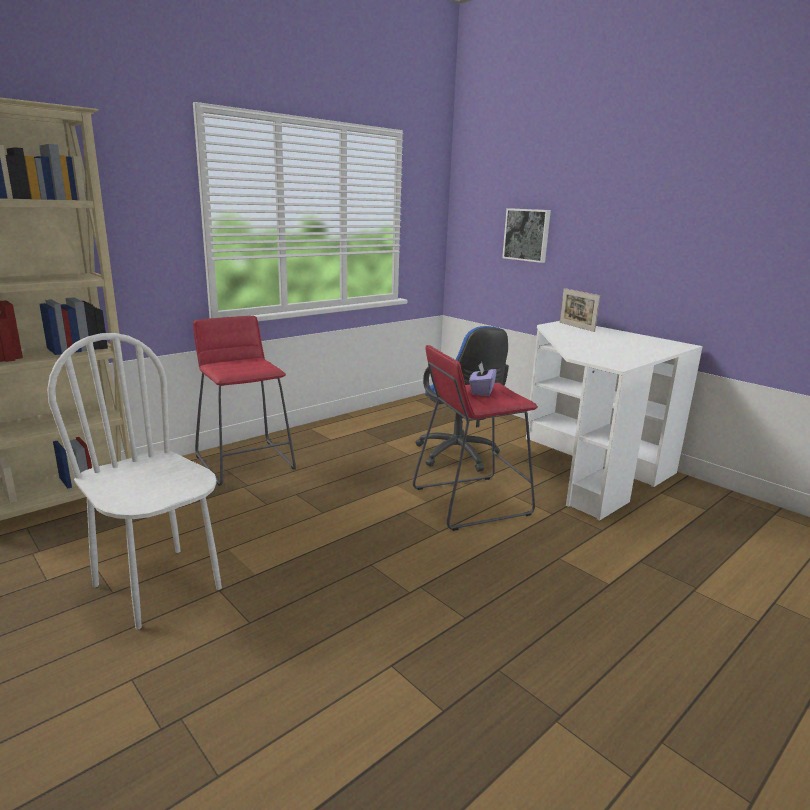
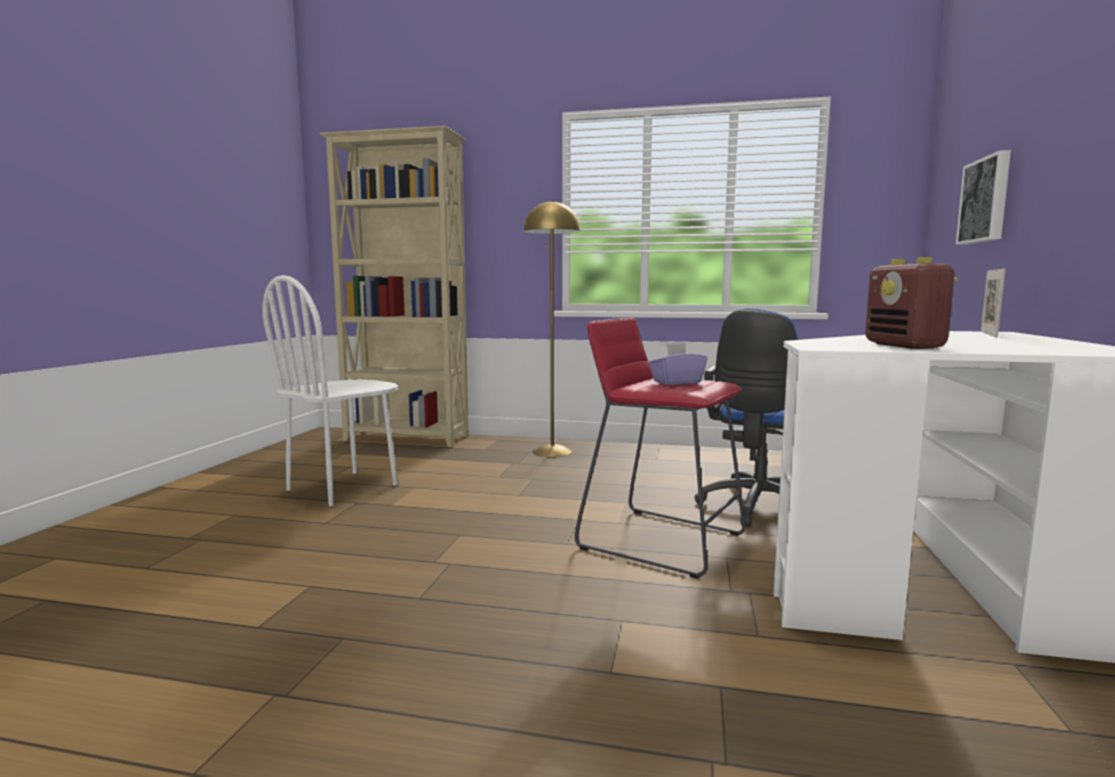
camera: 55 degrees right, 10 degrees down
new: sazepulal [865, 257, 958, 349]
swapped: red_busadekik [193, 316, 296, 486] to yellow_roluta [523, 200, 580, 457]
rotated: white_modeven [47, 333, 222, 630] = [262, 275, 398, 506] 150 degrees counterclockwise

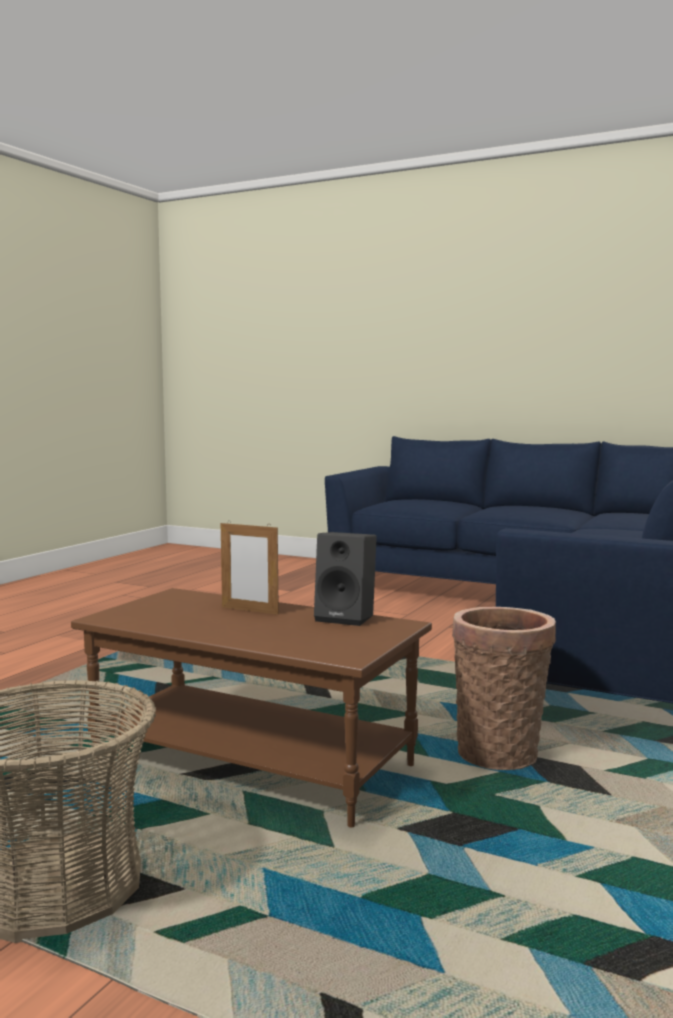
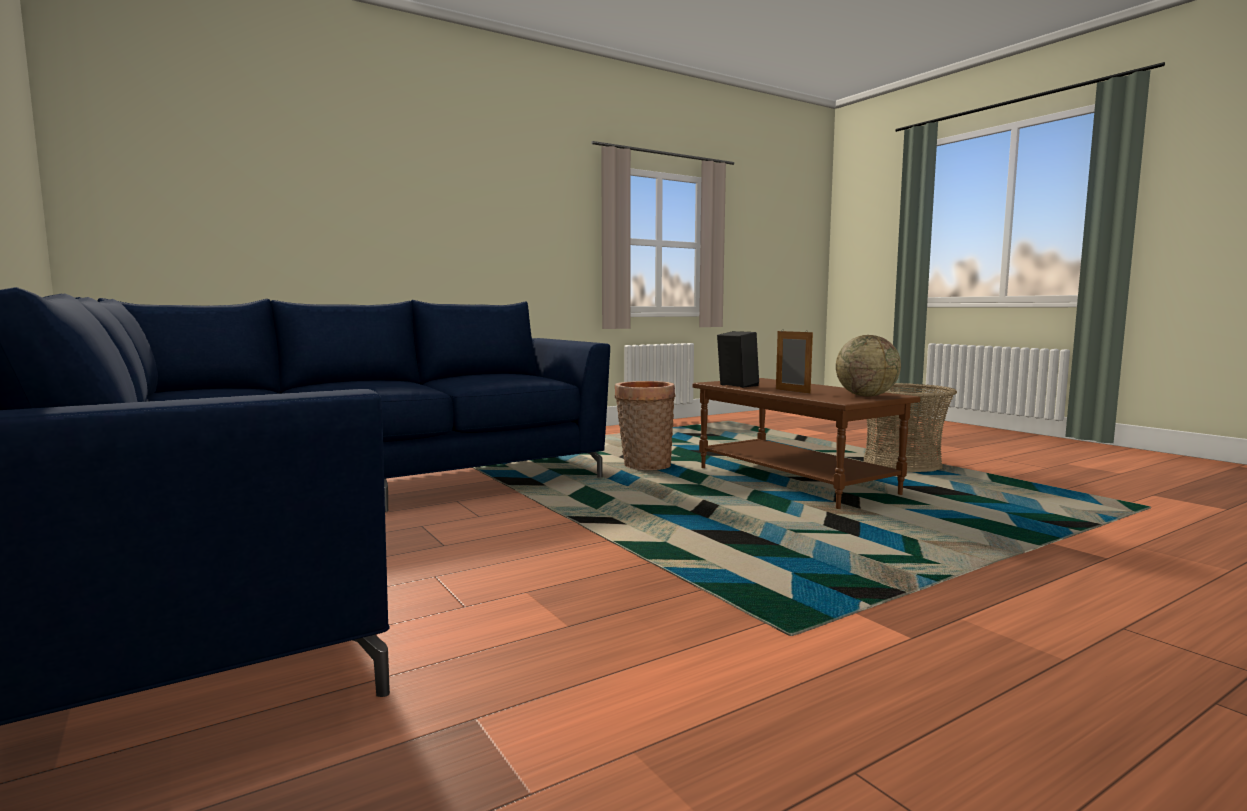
camera: 150 degrees left, 0 degrees up
new: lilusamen [836, 335, 901, 397]

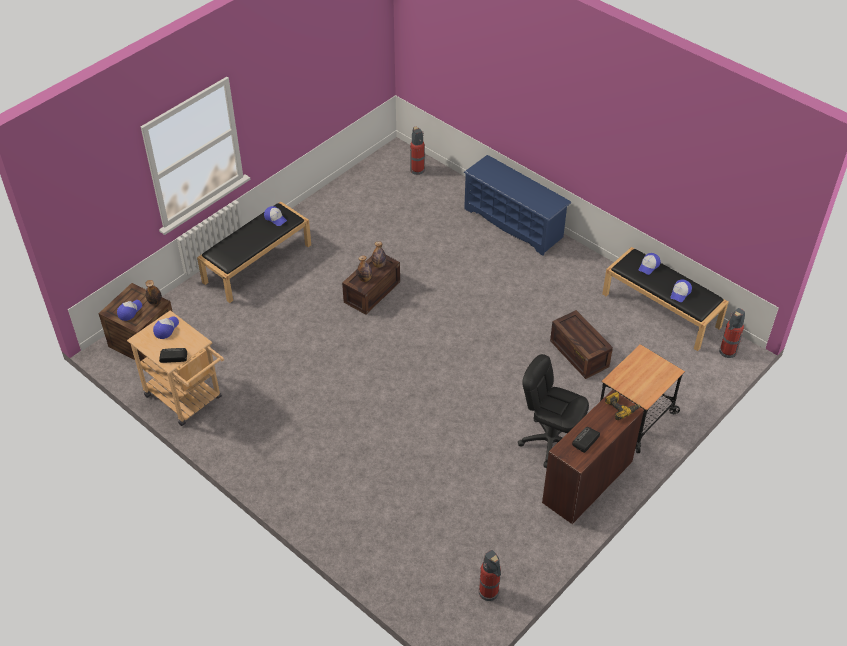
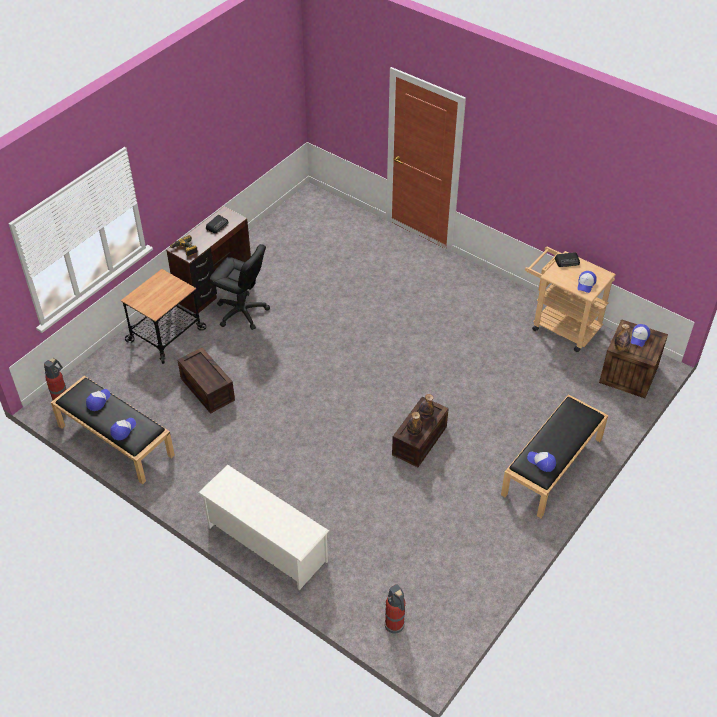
camera: 175 degrees right, 0 degrees up
gone: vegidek [479, 550, 501, 601]
repainted: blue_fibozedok [464, 155, 572, 256] to white_fibozedok [198, 465, 329, 590]

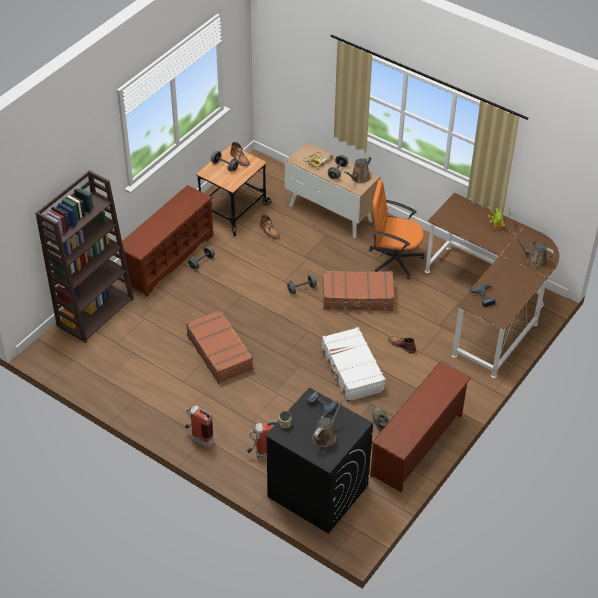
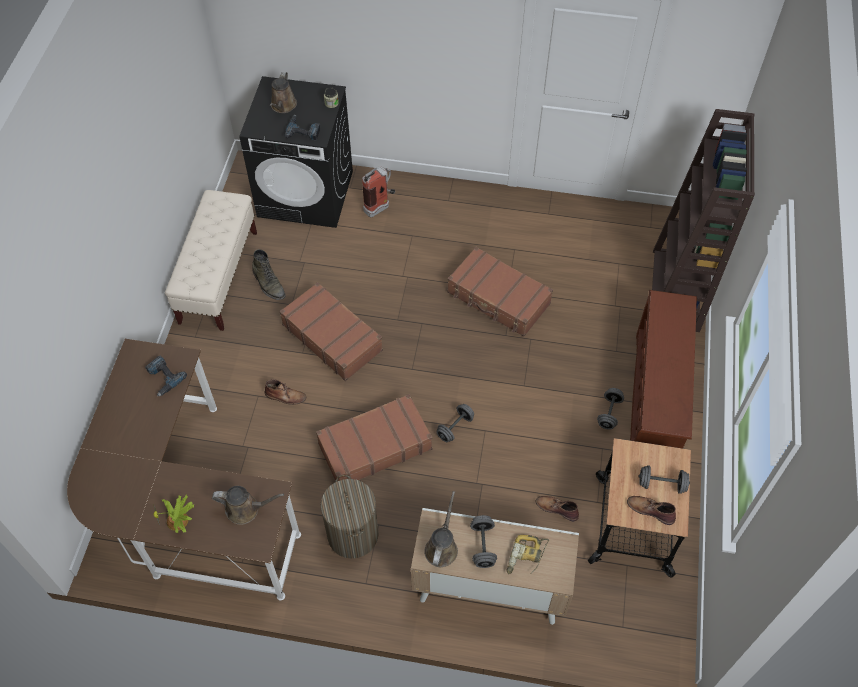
camera: 155 degrees right, 10 degrees up
gone: vegidek [185, 405, 215, 448]
shifted: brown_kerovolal [513, 233, 555, 269] to [212, 486, 284, 525]
swapped: brown_fibozedok [370, 362, 471, 492] to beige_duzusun [165, 190, 257, 331]; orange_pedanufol [369, 180, 425, 279] to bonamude [320, 475, 379, 559]
repainted: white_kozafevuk [322, 327, 386, 402] to brown_kozafevuk [279, 282, 383, 381]

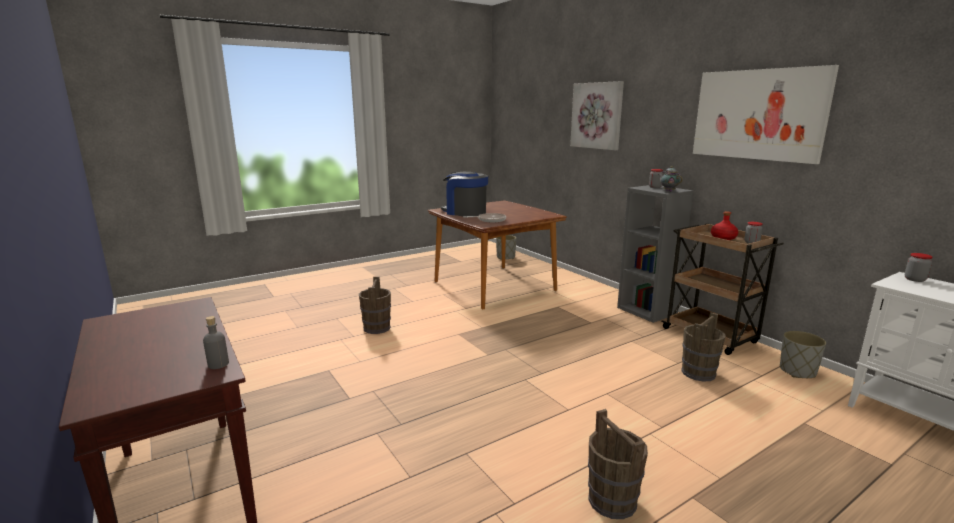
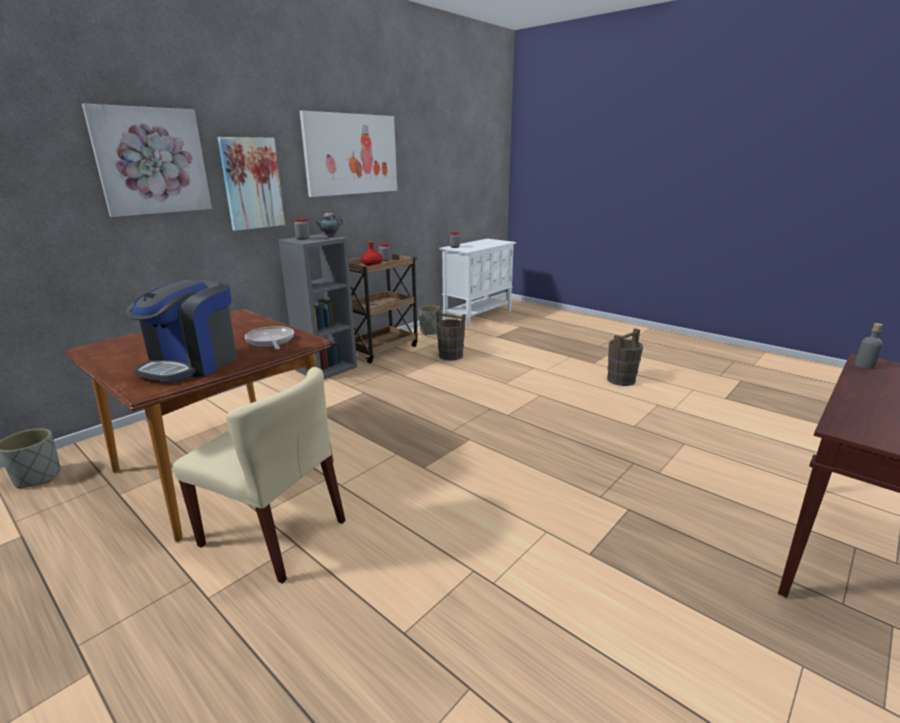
camera: 105 degrees left, 5 degrees up
gone: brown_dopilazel [359, 277, 391, 334]
new: beige_modeven [173, 367, 346, 584]; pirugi [218, 137, 285, 231]

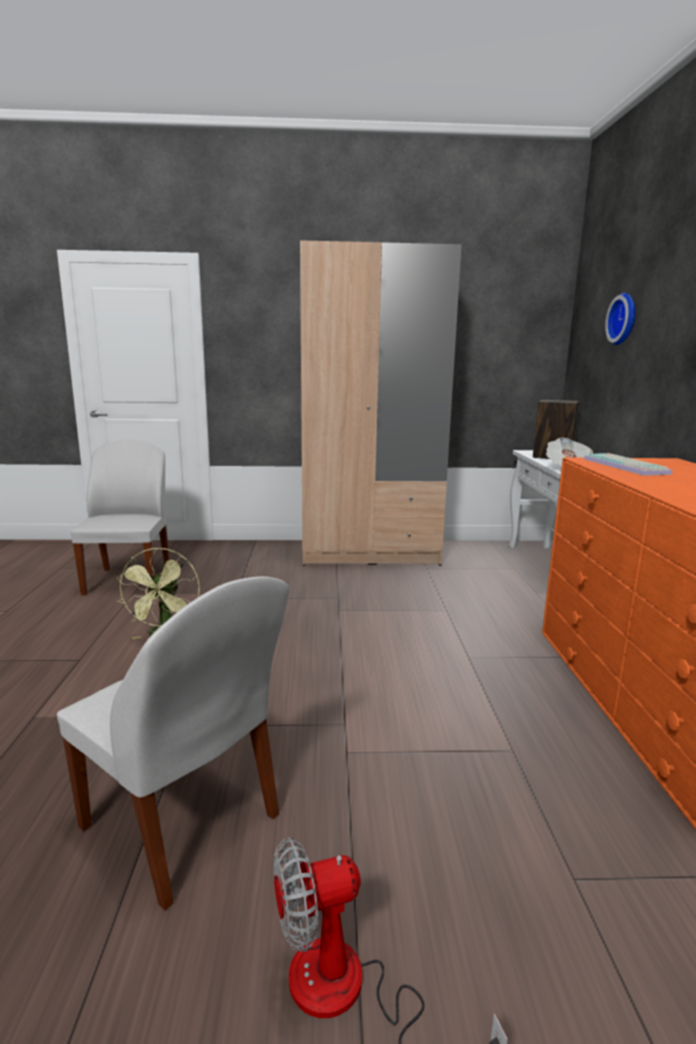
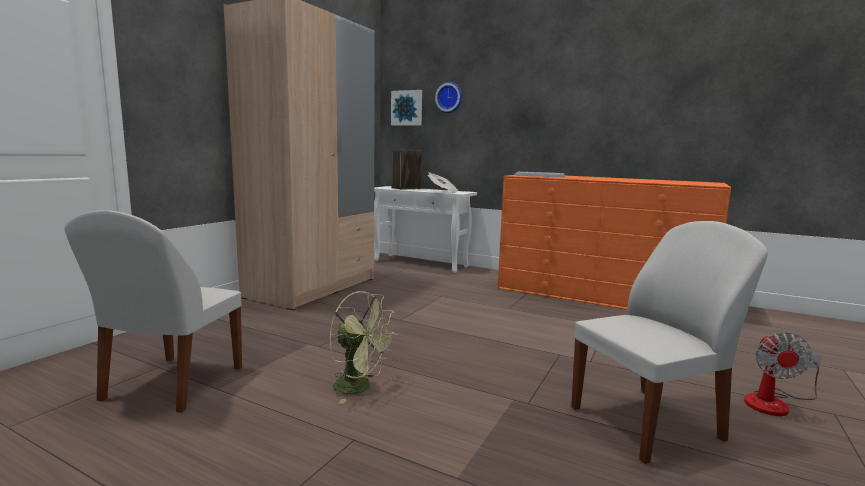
camera: 60 degrees left, 5 degrees down
new: pirugi [391, 90, 422, 125]
rotated: white_modeven [71, 440, 170, 595] = [64, 210, 242, 413] 105 degrees counterclockwise

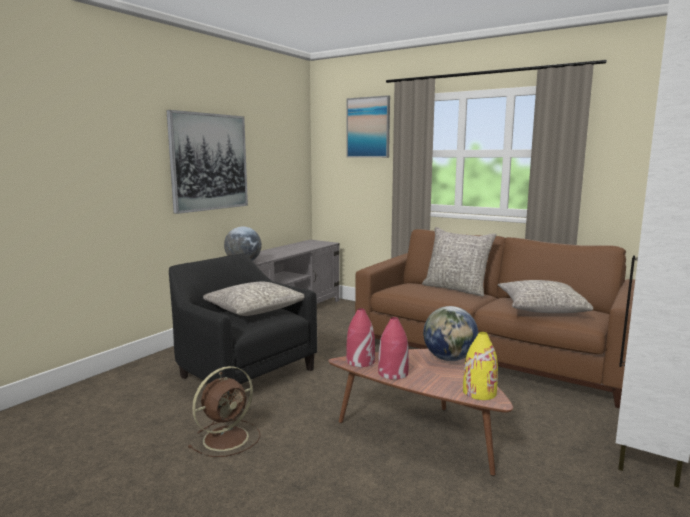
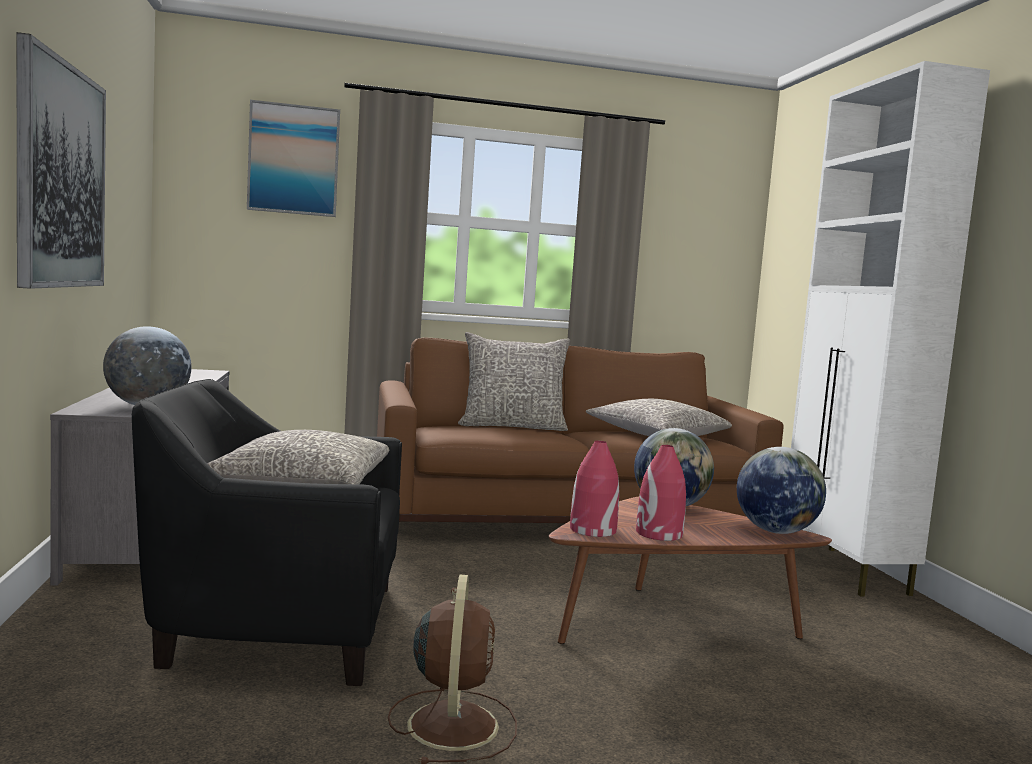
camera: 45 degrees left, 5 degrees down
swapped: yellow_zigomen [463, 332, 498, 400] to lilusamen [737, 447, 826, 534]

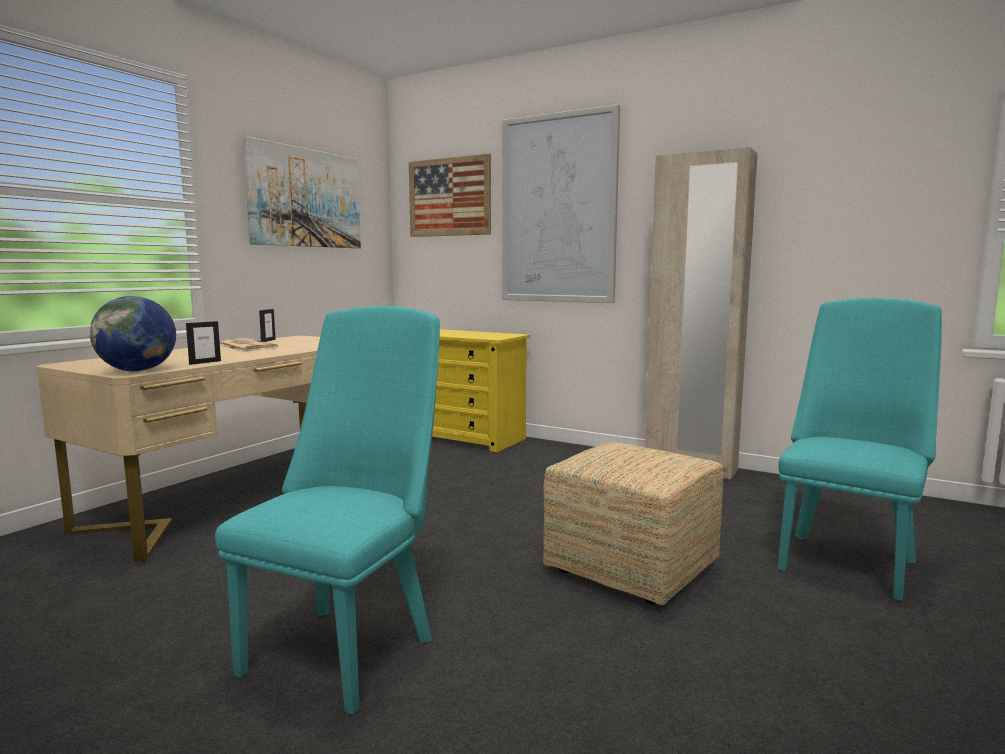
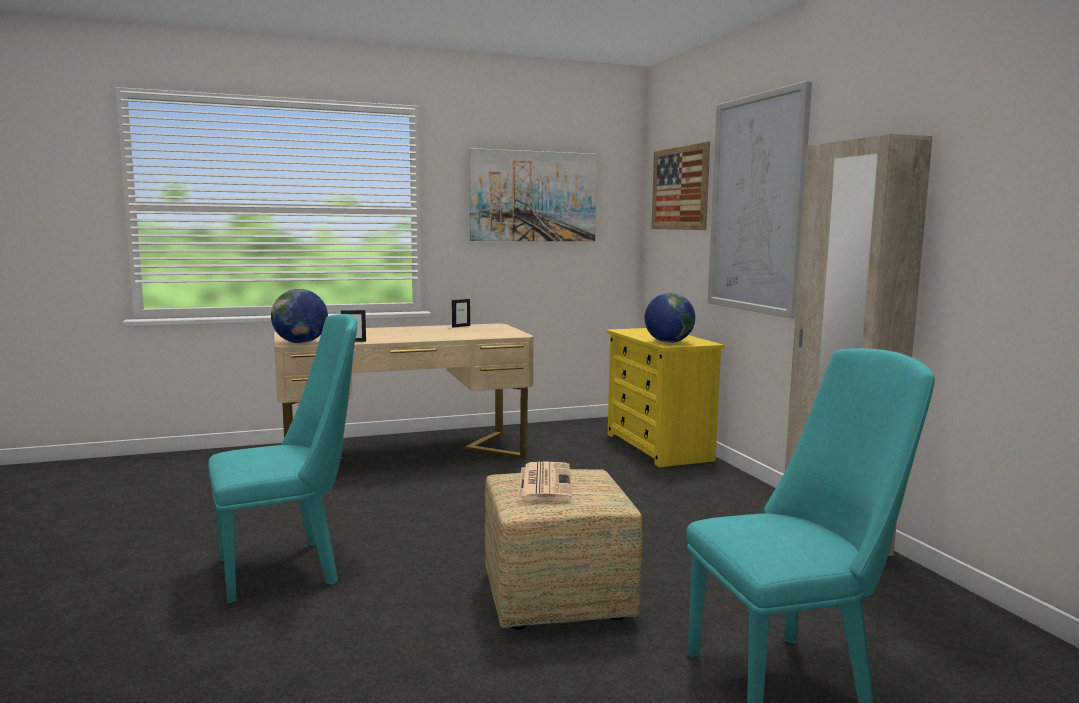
camera: 40 degrees right, 0 degrees up
new: lilusamen [645, 293, 695, 343]
shifted: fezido [220, 338, 278, 351] to [518, 461, 572, 501]

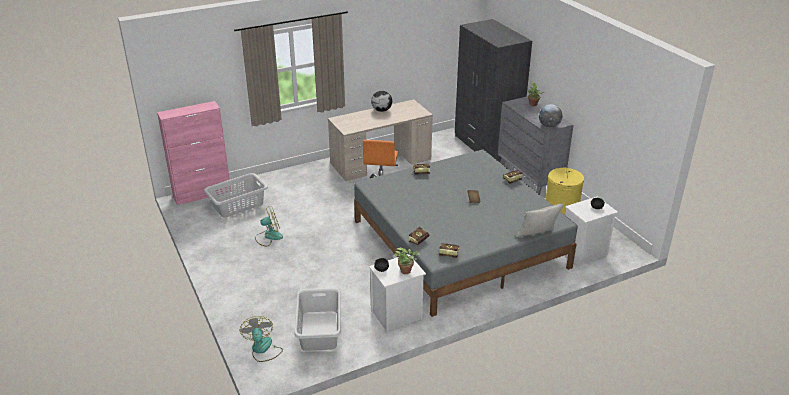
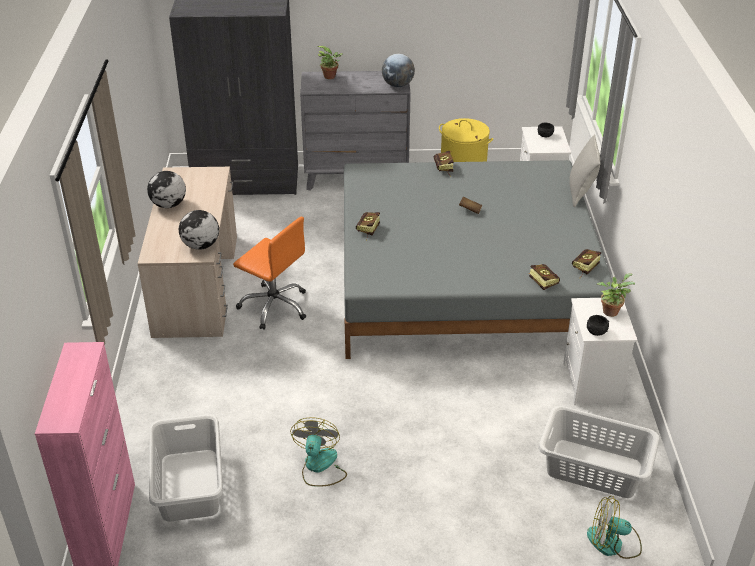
camera: 65 degrees left, 5 degrees up
new: lilusamen [179, 210, 219, 250]

